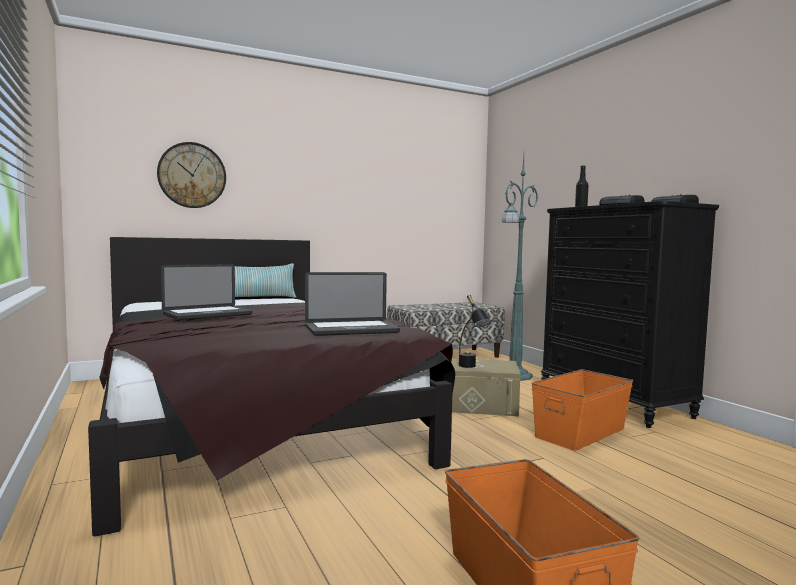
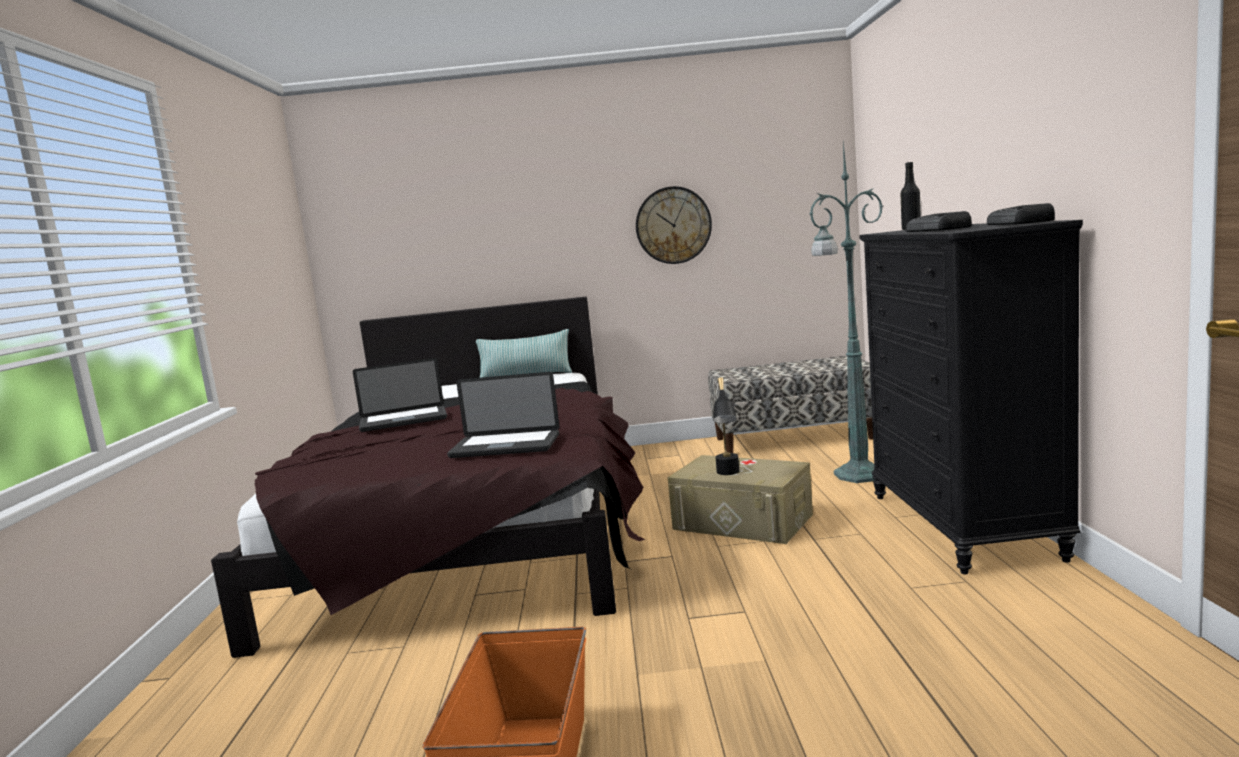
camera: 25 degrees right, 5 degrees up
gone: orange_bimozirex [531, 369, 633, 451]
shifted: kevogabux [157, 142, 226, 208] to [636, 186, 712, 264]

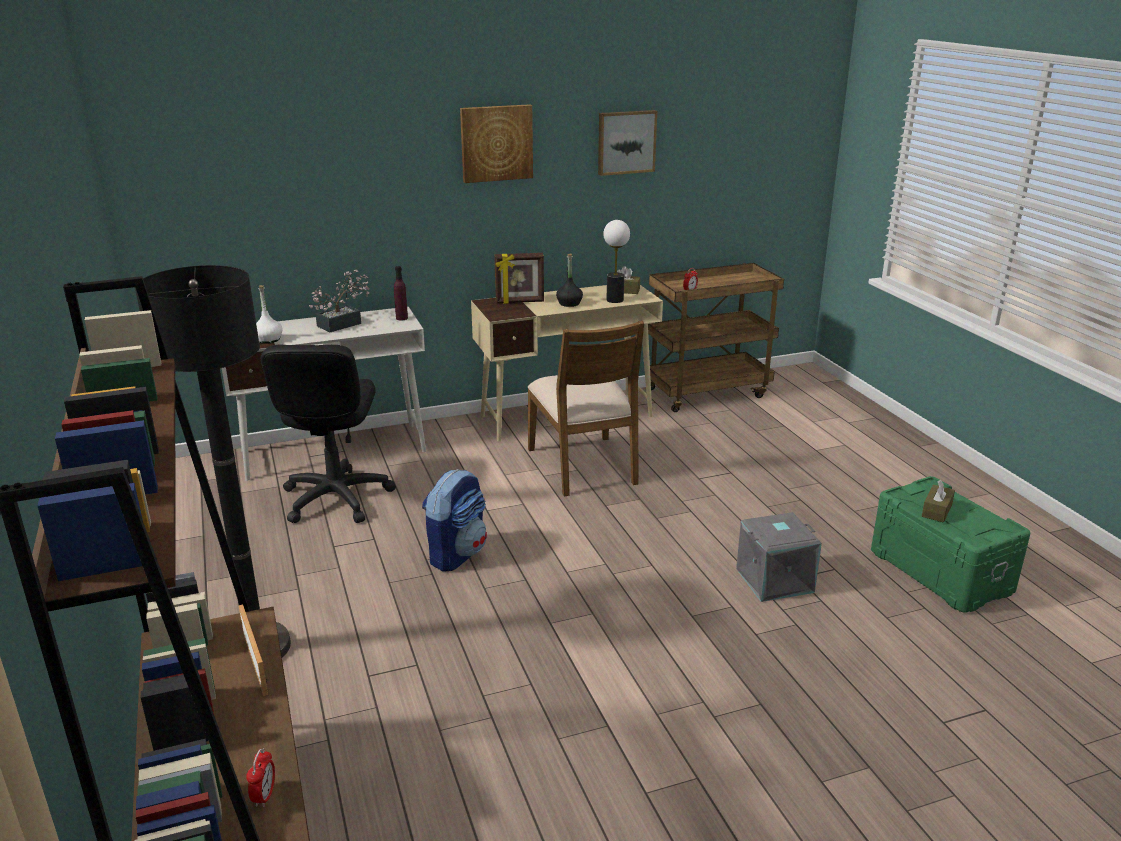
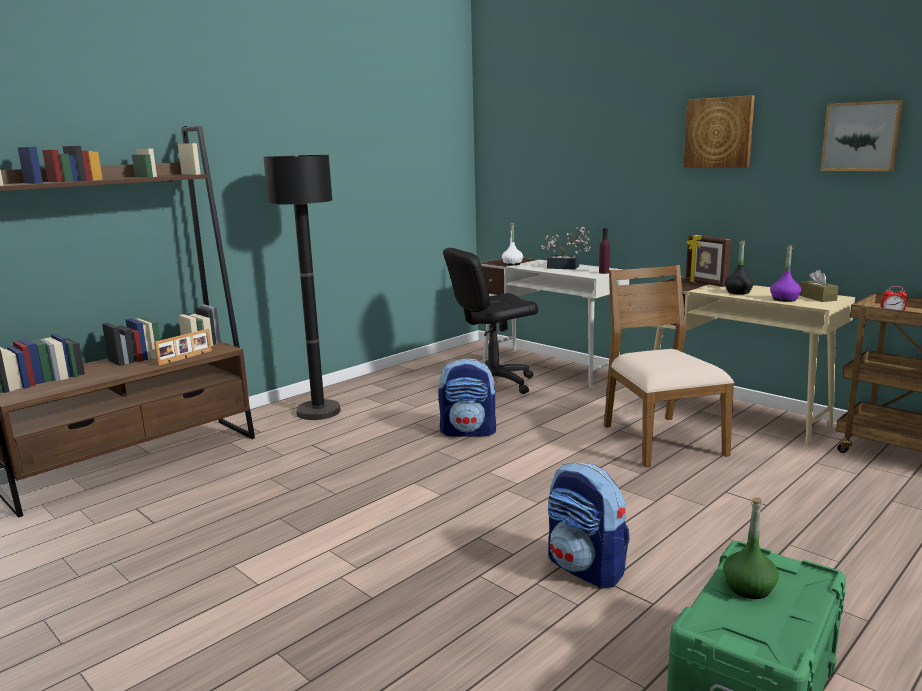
camera: 65 degrees right, 10 degrees down
gone: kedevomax [246, 748, 275, 807]
swapped: grey_bimozirex [736, 512, 822, 602] to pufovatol [548, 462, 630, 588]; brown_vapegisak [922, 480, 955, 523] to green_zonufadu [723, 497, 779, 599]; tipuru [603, 220, 630, 303] to purple_zonufadu [770, 245, 801, 302]
rotated: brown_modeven [528, 321, 644, 497] = [604, 265, 734, 468] 120 degrees clockwise

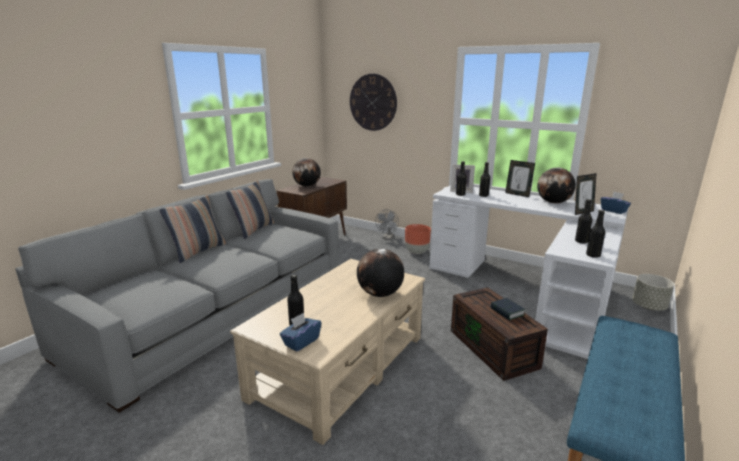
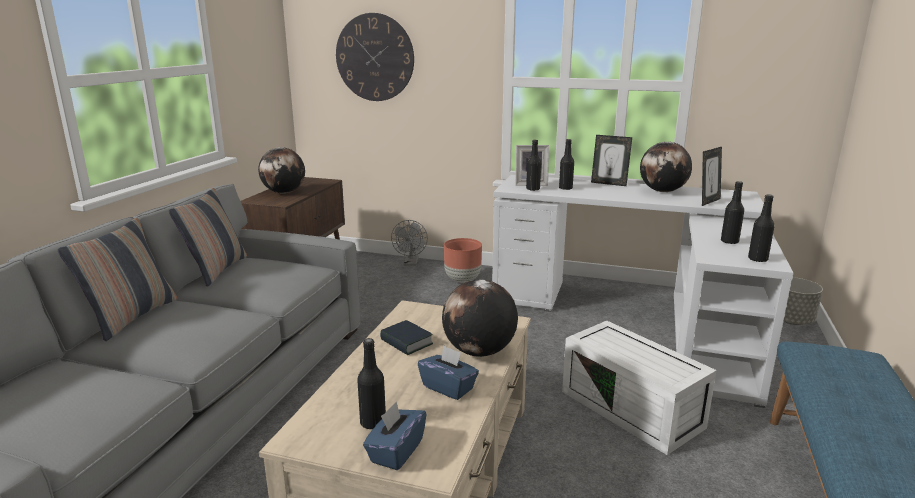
camera: 15 degrees left, 0 degrees up
shifted: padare [490, 298, 525, 320] to [380, 320, 433, 355]; blue_vapegisak [601, 192, 631, 214] to [418, 345, 479, 400]
repainted: brown_bimozirex [451, 288, 548, 381] to white_bimozirex [562, 321, 717, 455]

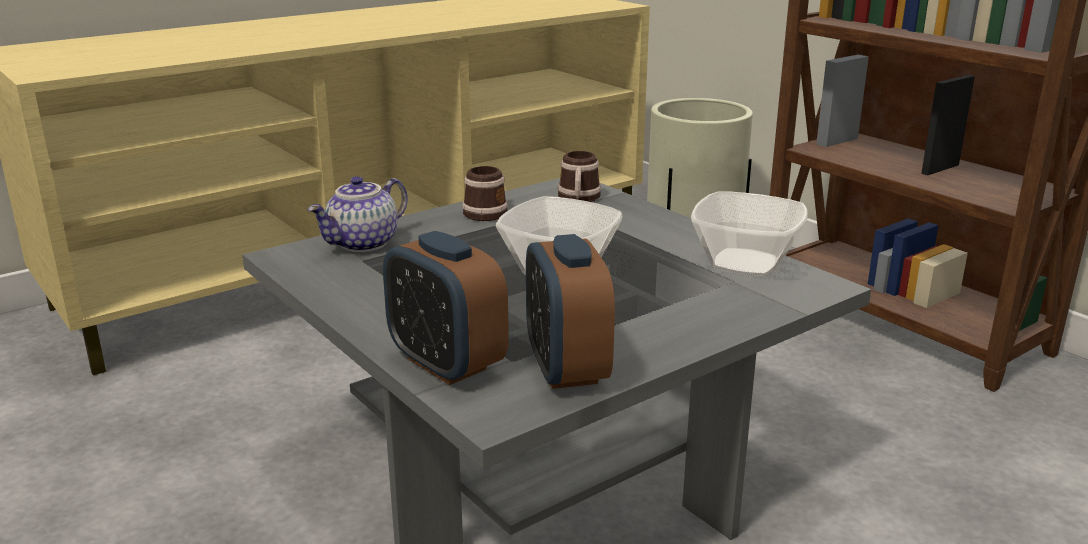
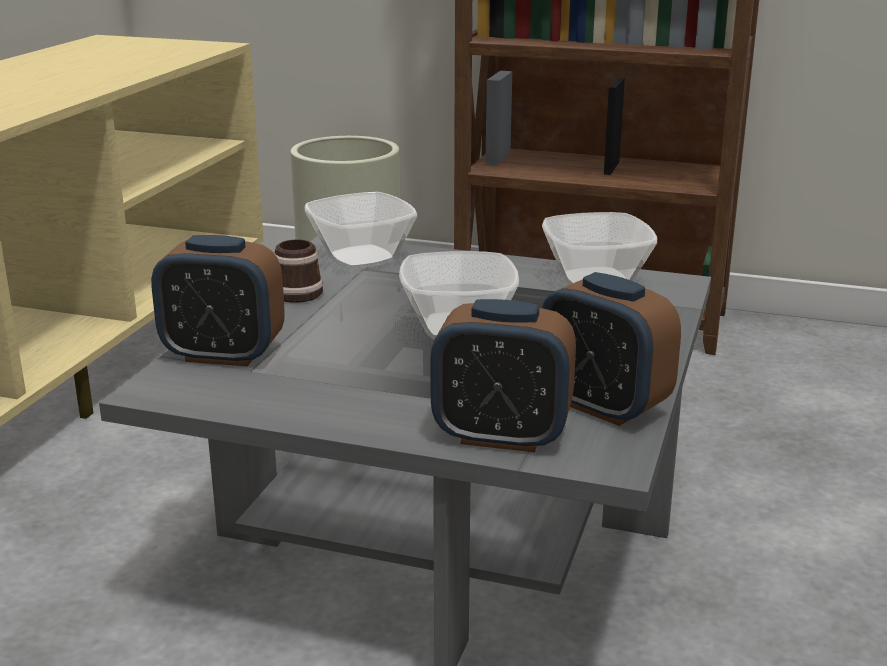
camera: 35 degrees left, 0 degrees up
swapped: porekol [308, 176, 408, 252] to kedevomax [151, 235, 285, 366]; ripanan [558, 151, 601, 202] to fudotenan [305, 192, 417, 269]

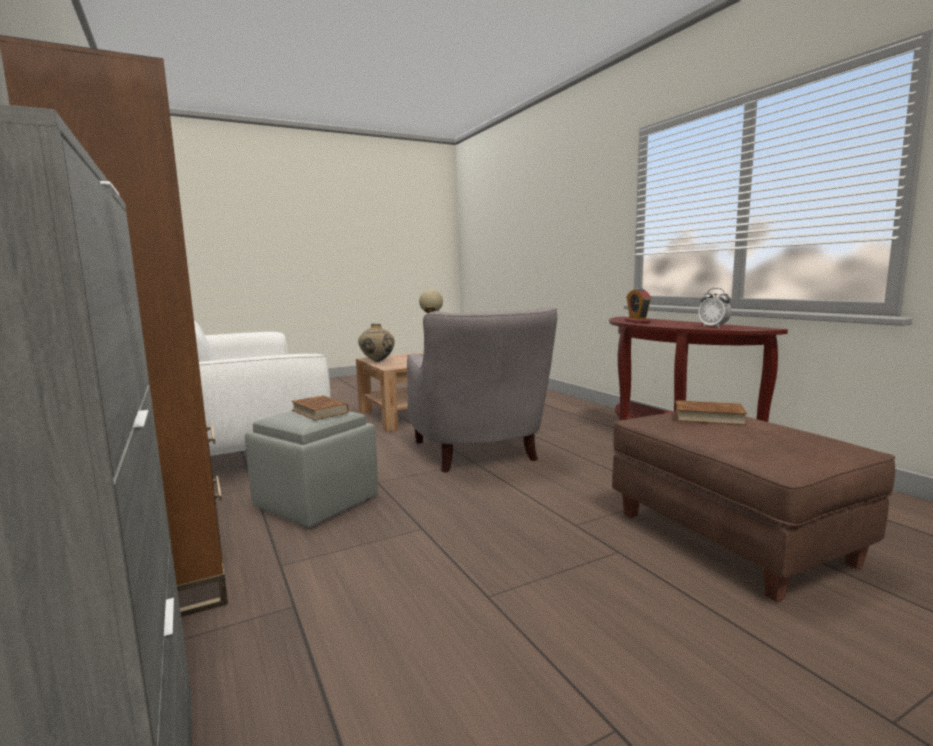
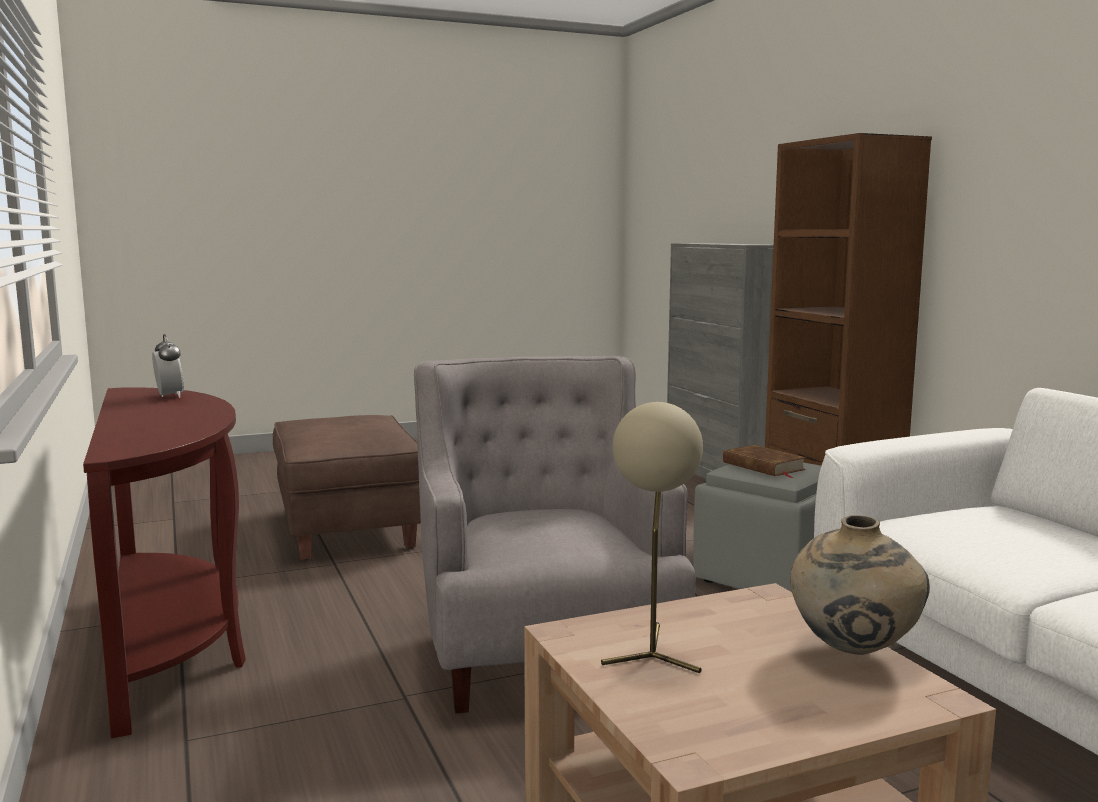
camera: 175 degrees left, 0 degrees up
gone: kedevomax [625, 288, 651, 323]; brown_padare [665, 400, 747, 425]

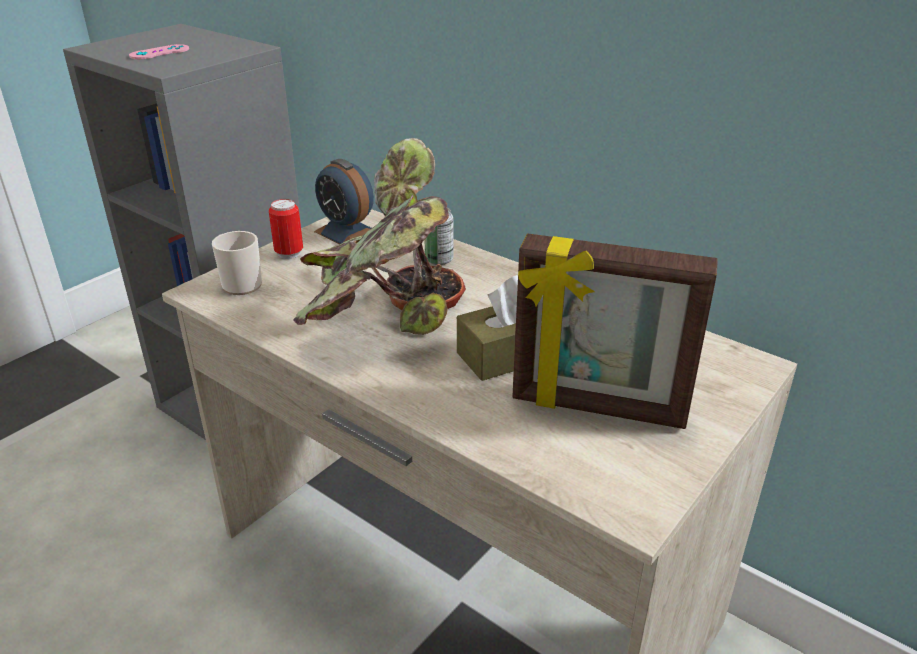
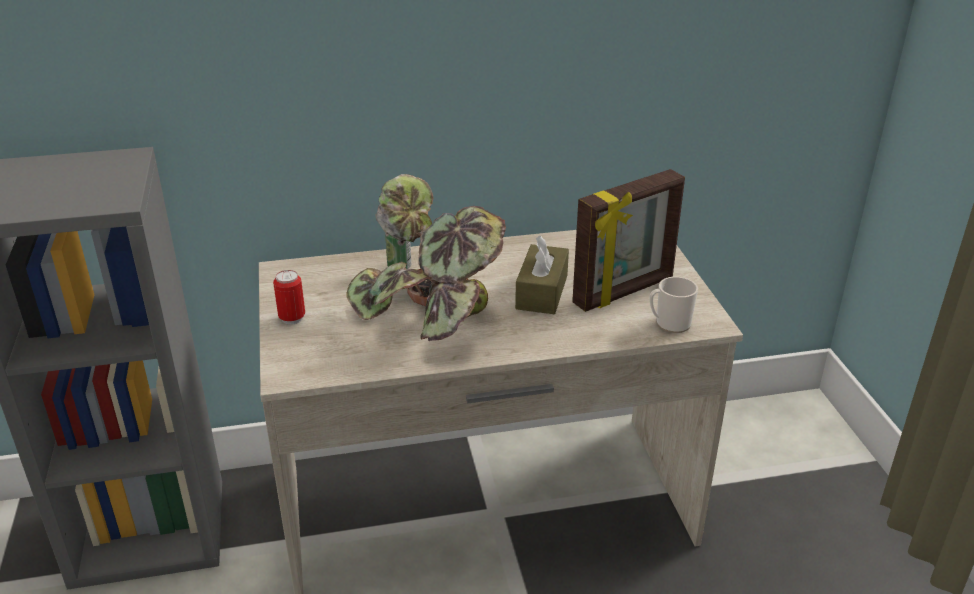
camera: 50 degrees left, 0 degrees up
gone: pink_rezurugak [129, 44, 189, 59]; kedevomax [314, 159, 374, 244]
shifted: ripanan [212, 231, 262, 295] to [650, 277, 698, 333]

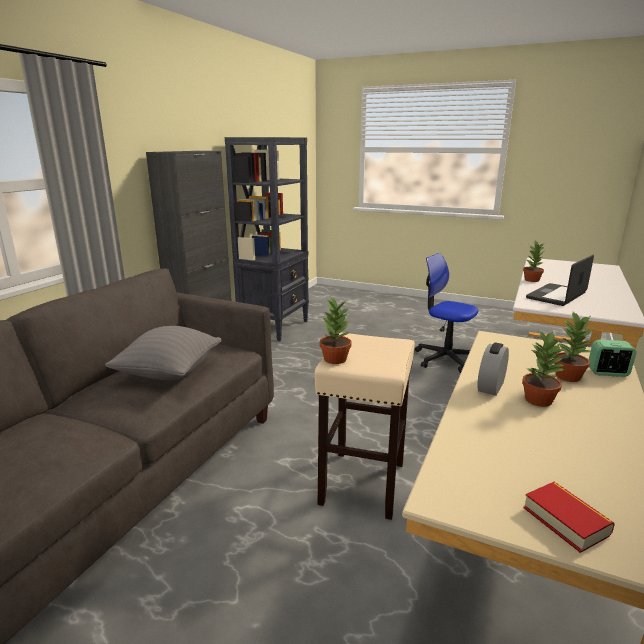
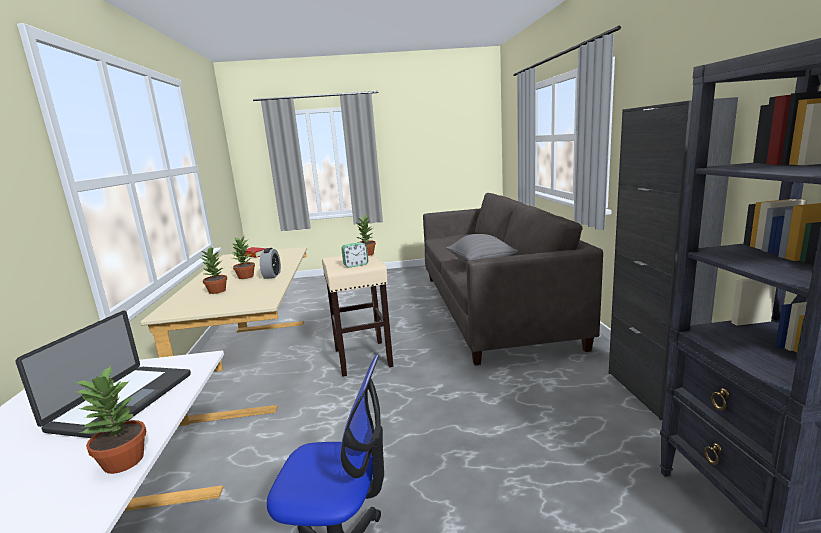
camera: 150 degrees right, 5 degrees down
shifted: kedevomax [589, 340, 637, 377] to [341, 242, 368, 268]

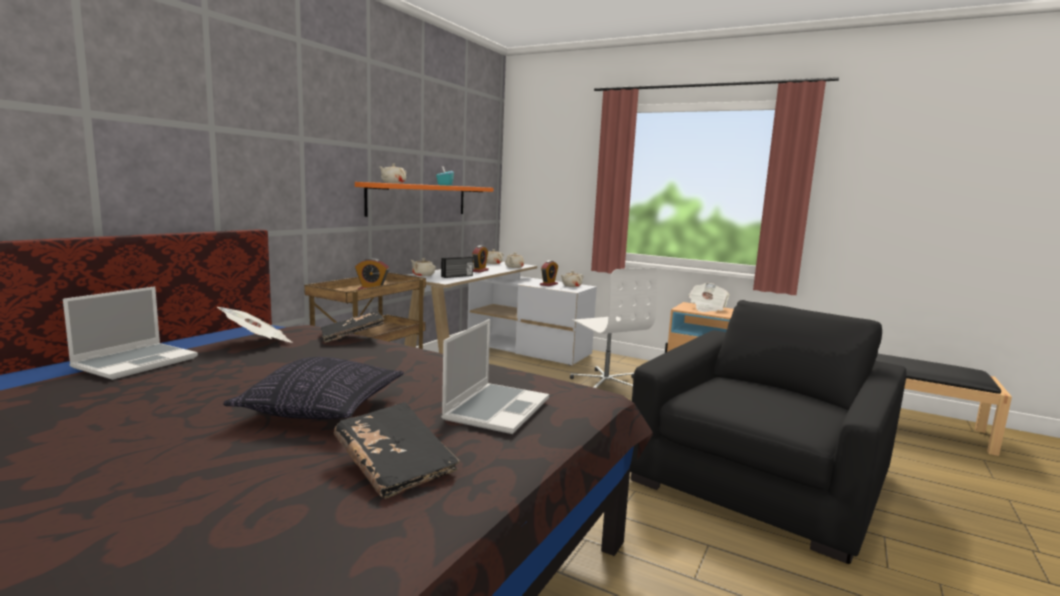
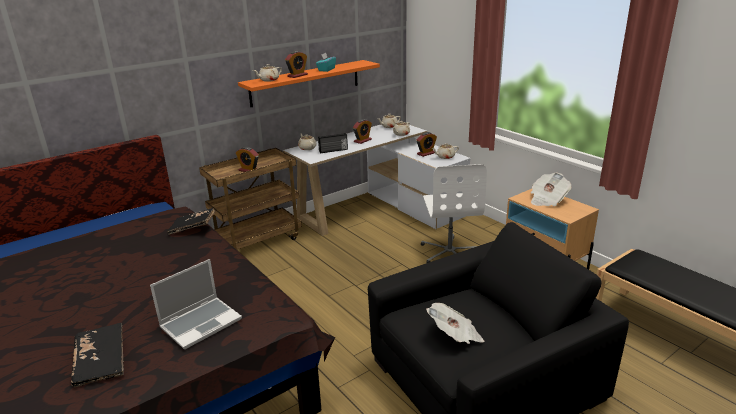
camera: 25 degrees right, 15 degrees up
gone: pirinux [63, 286, 198, 380]; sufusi [223, 357, 404, 419]
new: kedevomax [285, 51, 308, 78]
shifted: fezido [217, 307, 294, 343] to [426, 303, 484, 344]

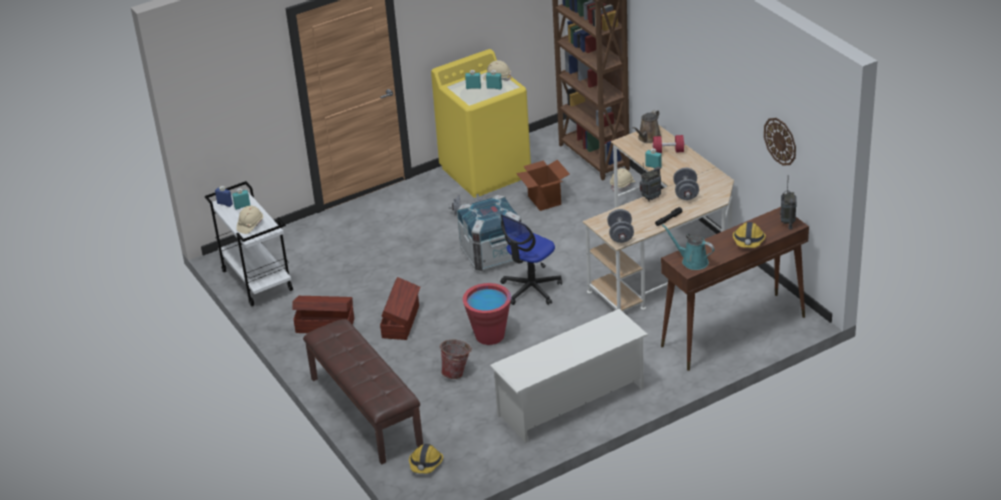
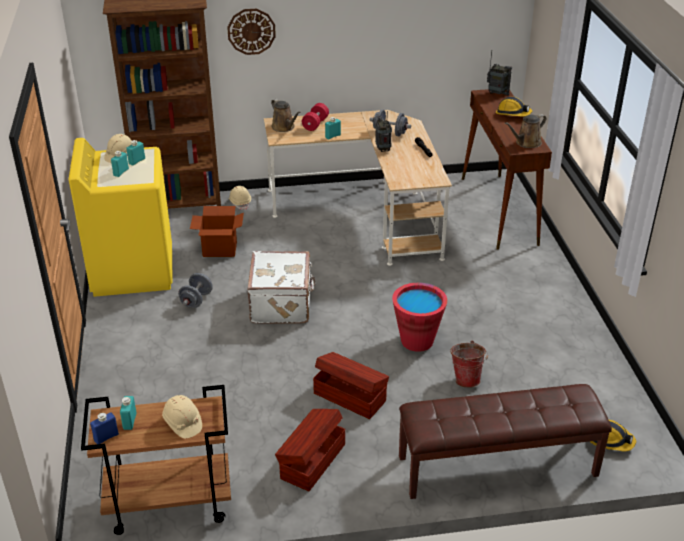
camera: 70 degrees left, 0 degrees up
gone: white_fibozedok [490, 309, 648, 443]; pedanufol [500, 214, 562, 305]; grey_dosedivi [607, 209, 634, 243]
shifted: kevogabux [764, 118, 796, 166] to [227, 9, 276, 55]
swapped: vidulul [457, 195, 521, 272] to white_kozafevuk [247, 251, 315, 324]
repainted: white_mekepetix [205, 181, 293, 306] to brown_mekepetix [81, 385, 231, 535]; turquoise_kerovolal [662, 225, 715, 270] to brown_kerovolal [505, 114, 546, 148]

